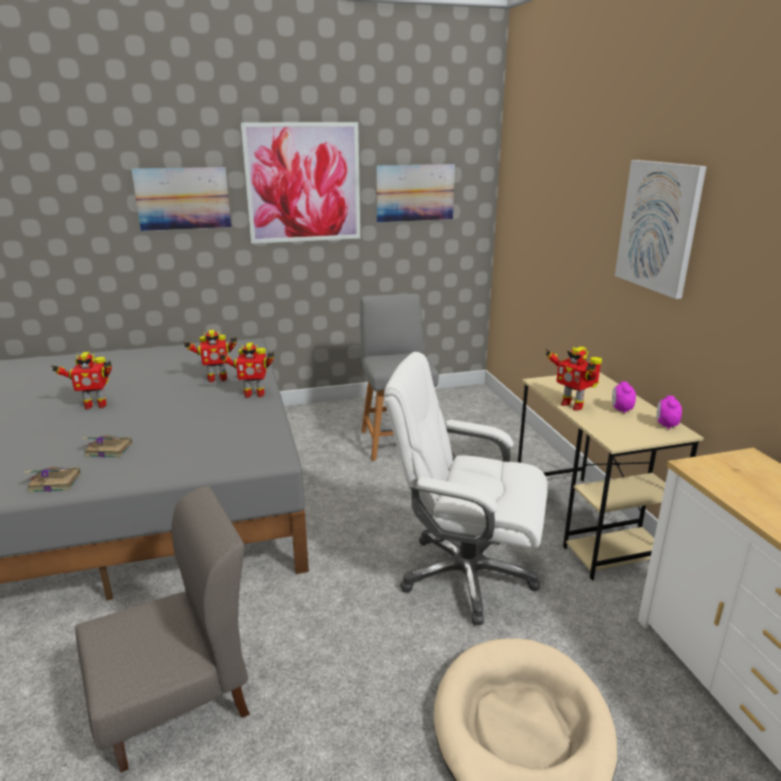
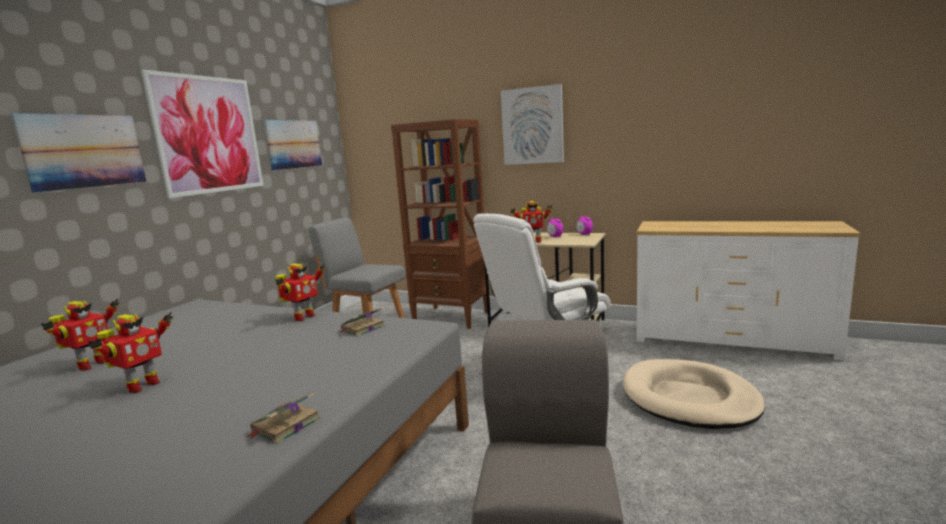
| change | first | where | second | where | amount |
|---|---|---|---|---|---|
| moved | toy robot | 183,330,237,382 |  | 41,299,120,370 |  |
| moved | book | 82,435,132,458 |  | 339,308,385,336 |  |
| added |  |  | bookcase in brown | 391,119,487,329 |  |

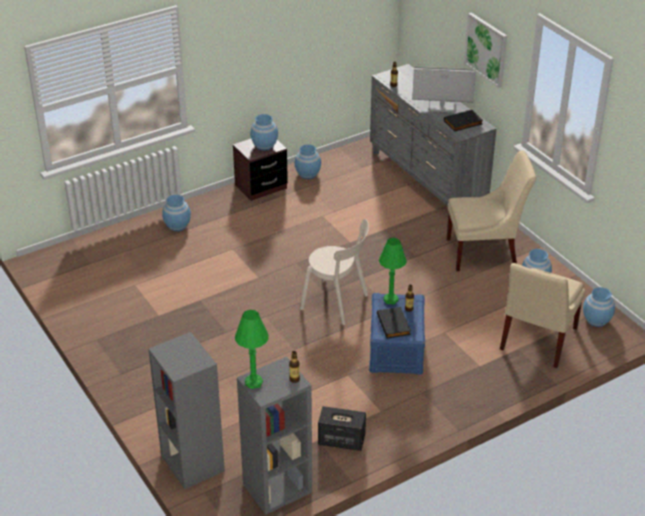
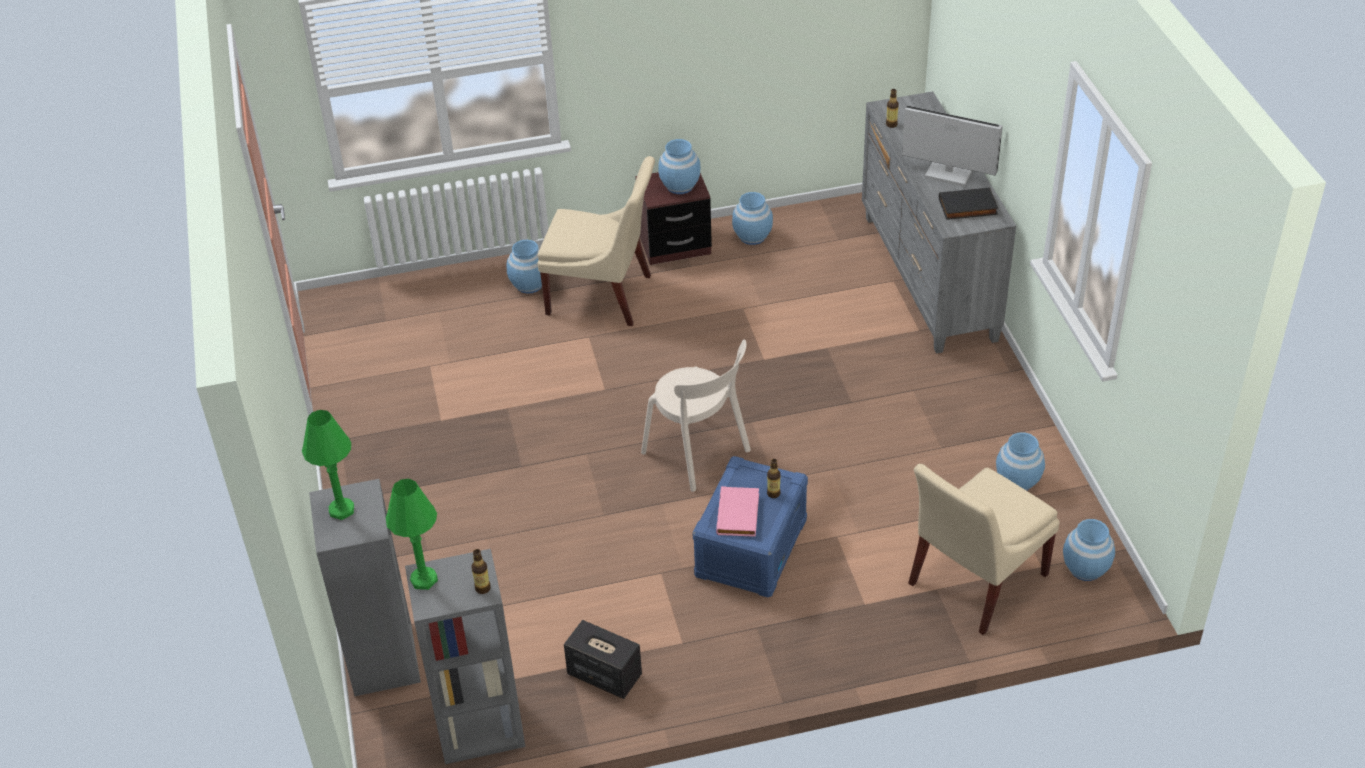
| change | first | where | second | where | amount |
|---|---|---|---|---|---|
| moved | table lamp in green | 379,238,407,304 |  | 302,410,354,520 |  |
| moved | chair in beige | 447,150,536,271 |  | 538,156,655,326 |  |
| recoloured | book in black | 377,307,411,339 | book in pink | 716,486,759,537 |  |
| removed | picture | 464,12,507,88 |  |  |  |

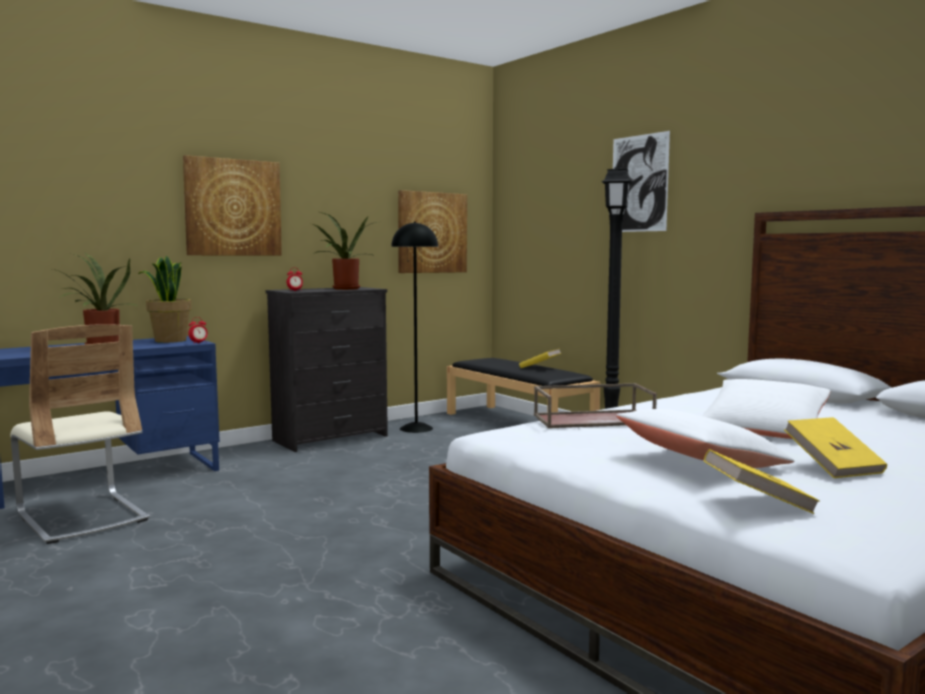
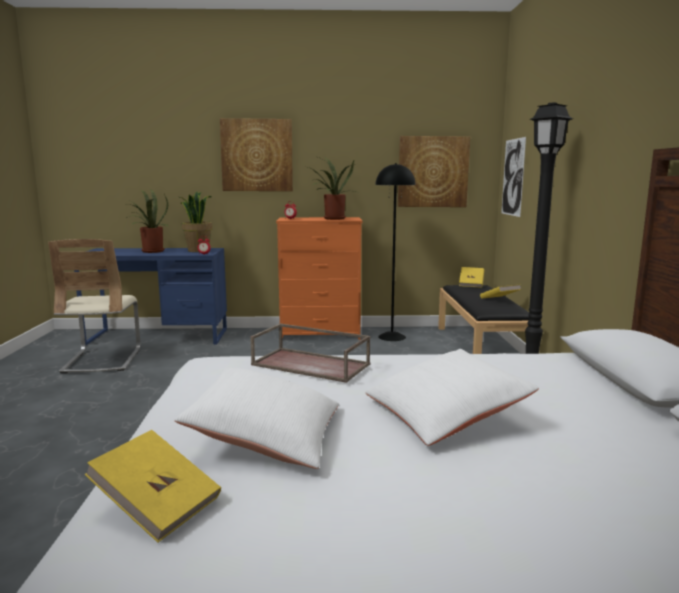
| change | first | where | second | where | amount |
|---|---|---|---|---|---|
| recoloured | dresser in black | 266,287,388,452 | dresser in orange | 276,217,362,340 |  |
| moved | book in yellow | 784,417,887,478 |  | 459,267,484,288 |  |
| moved | picture | 613,131,670,232 |  | 501,137,526,217 |  |

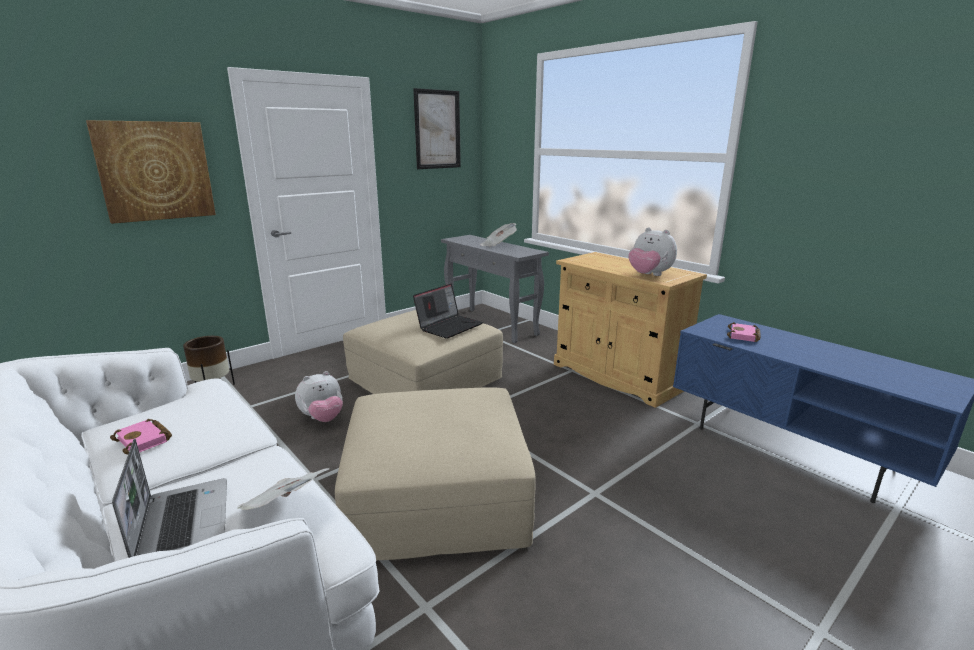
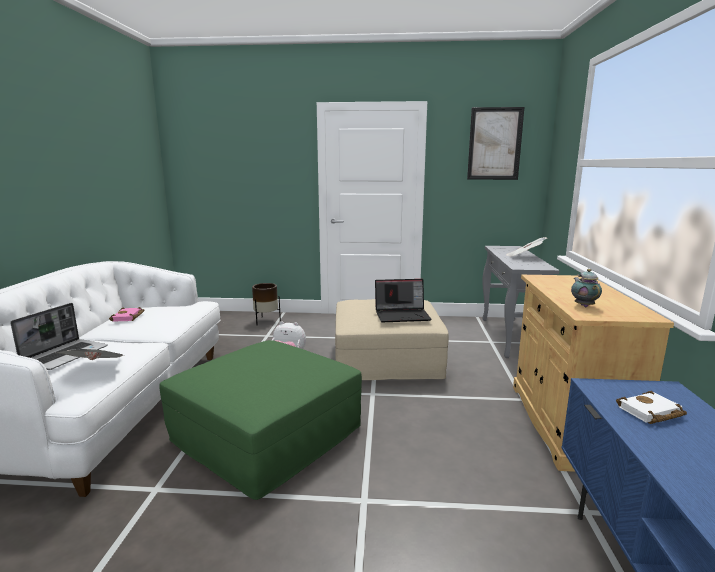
| change | first | where | second | where | amount |
|---|---|---|---|---|---|
| recoloured | ottoman in beige | 335,387,536,560 | ottoman in green | 159,340,362,500 |  |
| replaced | plush toy | 628,228,677,276 | teapot | 571,269,602,307 |  |
| recoloured | book in pink | 727,322,761,342 | book in white | 616,391,687,424 |  |
| removed | picture | 86,120,216,224 |  |  |  |

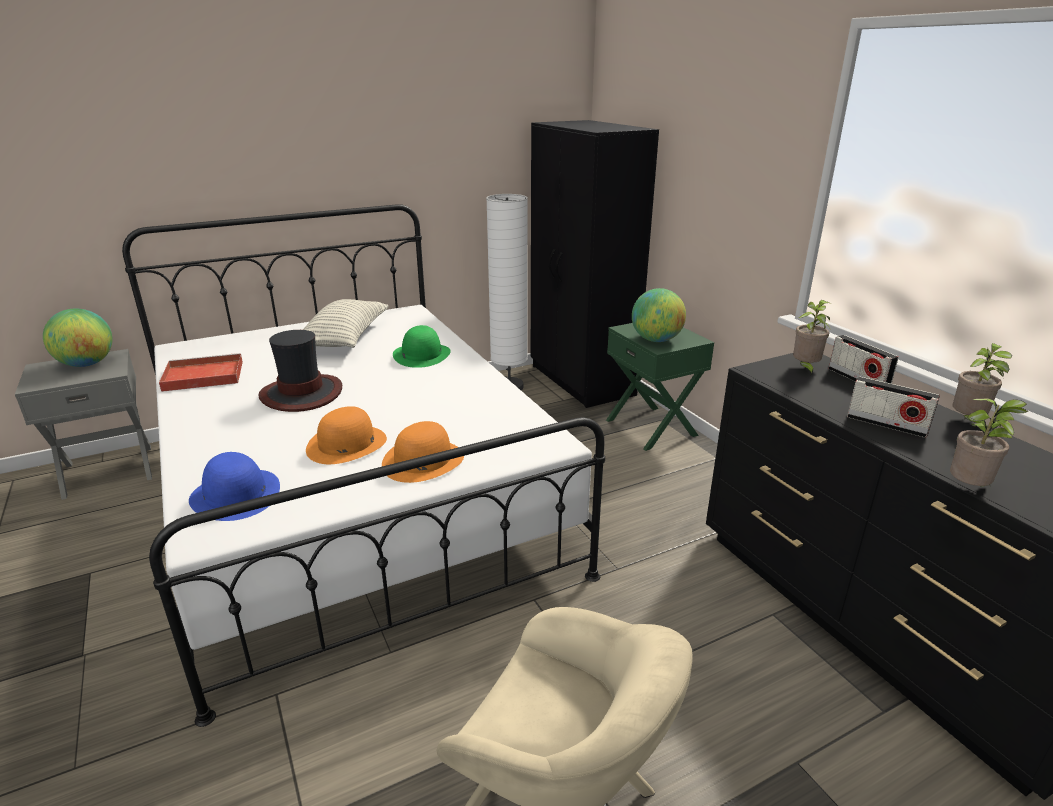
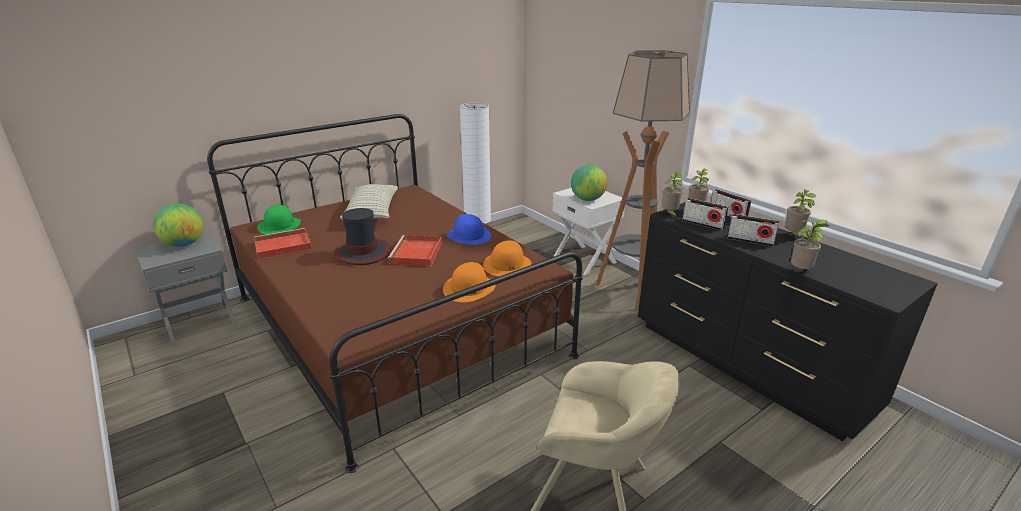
| change | first | where | second | where | amount |
|---|---|---|---|---|---|
| recoloured | bed in white | 122,204,605,727 | bed in brown | 207,114,583,473 |  |
| moved | hat in green | 393,325,451,368 |  | 257,205,301,235 |  |
| added |  |  | tray in red | 388,235,442,266 |  |
| moved | hat in blue | 189,452,280,521 |  | 447,214,491,245 |  |
| moved | hat in orange | 306,406,387,464 |  | 483,240,531,276 |  |
| recoloured | nightstand in green | 606,323,714,451 | nightstand in white | 552,188,625,275 |  |
| added |  |  | floor lamp | 596,50,690,311 |  |
| added |  |  | potted plant | 661,171,683,218 |  |
| added |  |  | radio | 682,198,728,231 |  |
| removed | wardrobe in black | 531,120,659,408 |  |  |  |

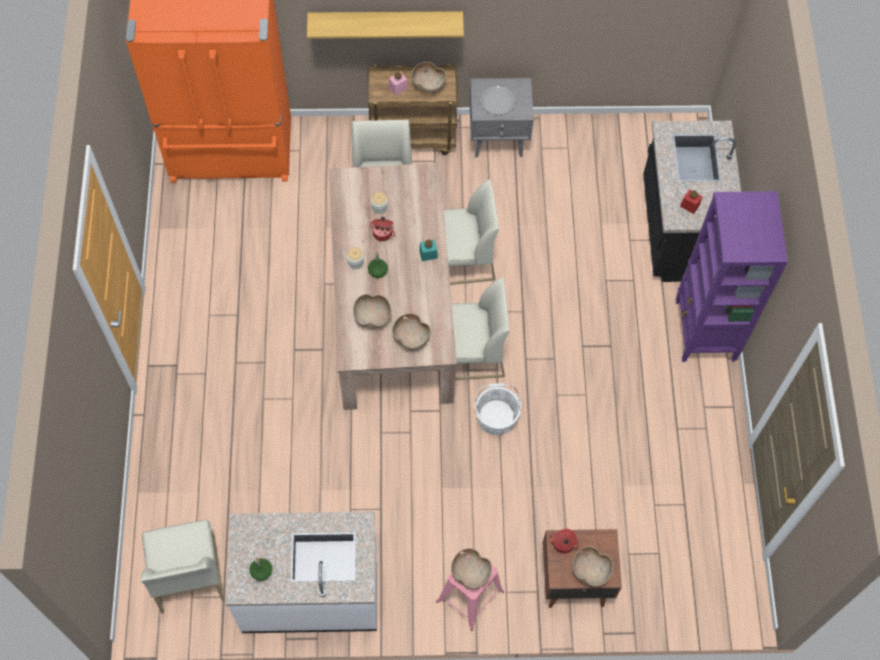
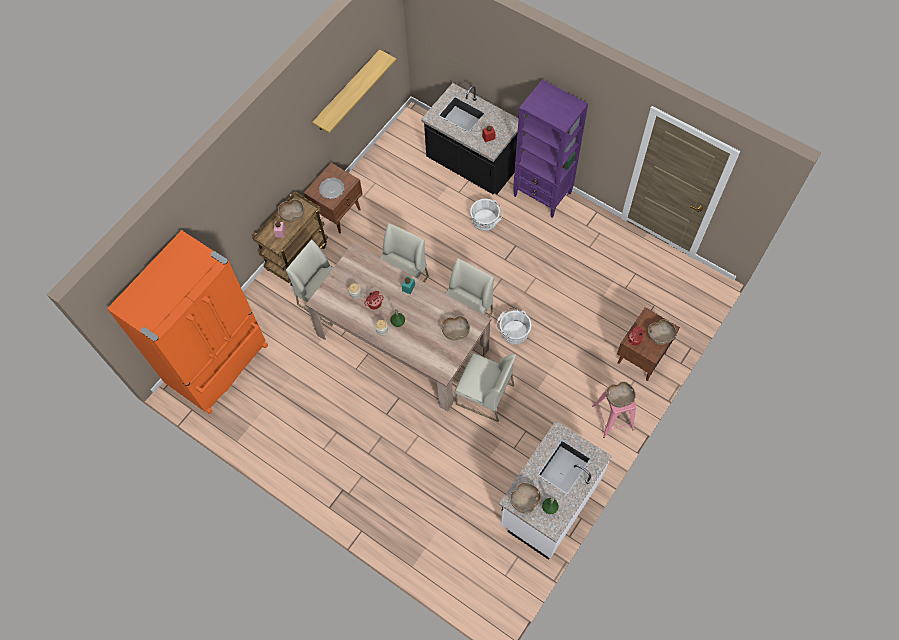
| change | first | where | second | where | amount |
|---|---|---|---|---|---|
| recoloured | nightstand in grey | 469,78,534,158 | nightstand in brown | 304,163,363,233 |  |
| moved | shelf | 307,11,464,39 |  | 312,50,396,133 |  |
| moved | chair in white | 141,520,224,614 |  | 455,353,516,422 |  |
| added |  |  | bucket in white | 470,199,504,231 |  |
| moved | bowl in brown | 353,294,392,328 |  | 510,482,541,513 |  |

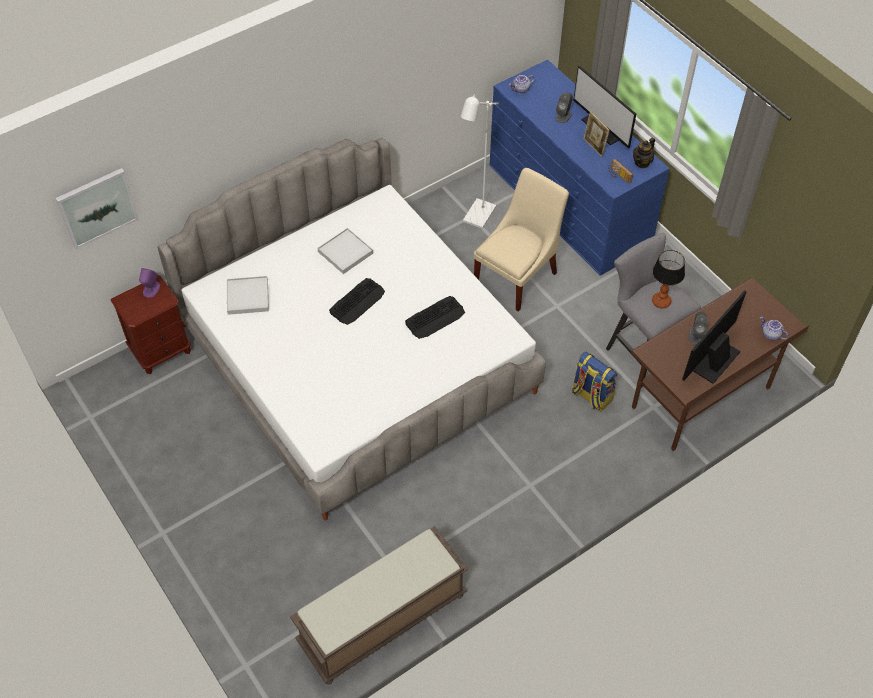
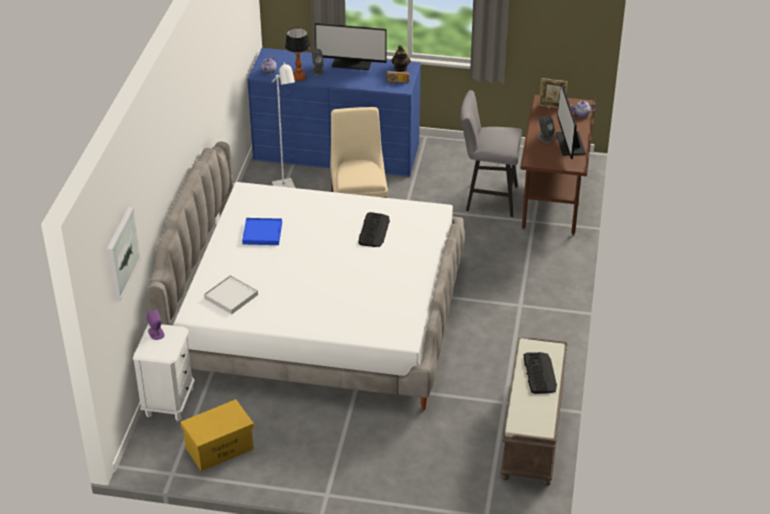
| change | first | where | second | where | amount |
|---|---|---|---|---|---|
| recoloured | nightstand in brown | 110,275,191,374 | nightstand in white | 133,323,195,421 |  |
| added |  |  | storage box in yellow | 180,399,254,471 |  |
| recoloured | tray in white | 317,228,373,274 | tray in blue | 242,218,282,245 |  |
| moved | table lamp | 652,250,685,309 |  | 285,28,310,81 |  |
| moved | keyboard | 329,278,385,325 |  | 523,352,557,394 |  |
| moved | picture frame | 583,111,610,157 |  | 539,78,568,108 |  |
| removed | backpack | 572,352,617,411 |  |  |  |

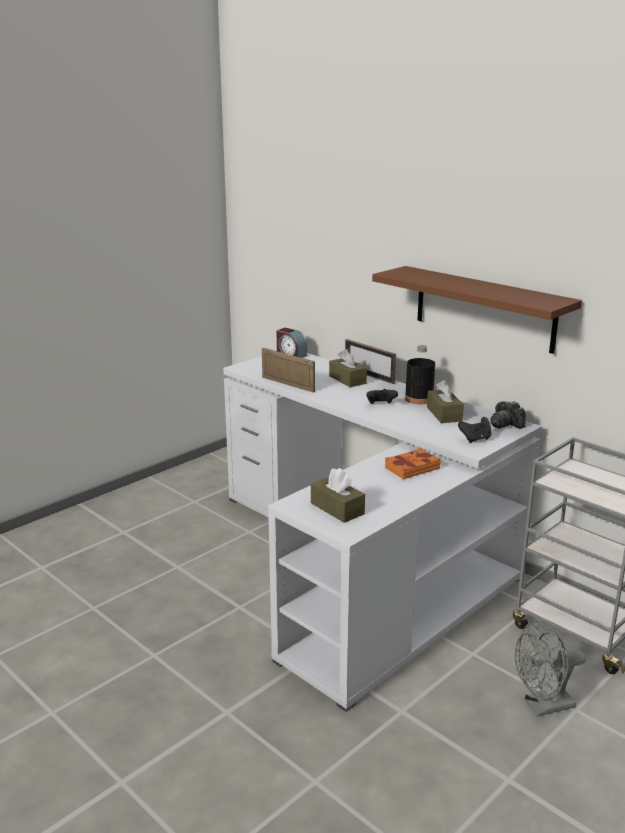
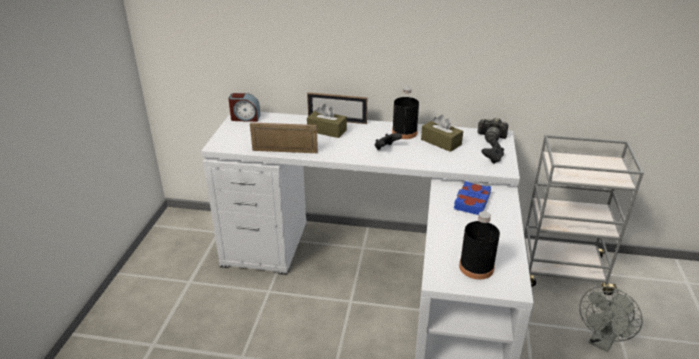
| change | first | where | second | where | amount |
|---|---|---|---|---|---|
| recoloured | book in orange | 385,448,440,479 | book in blue | 454,181,491,215 |  |
| replaced | tissue box in brown | 311,468,365,523 | bottle in black | 459,211,500,280 |  |
| removed | shelf in brown | 372,266,582,354 |  |  |  |

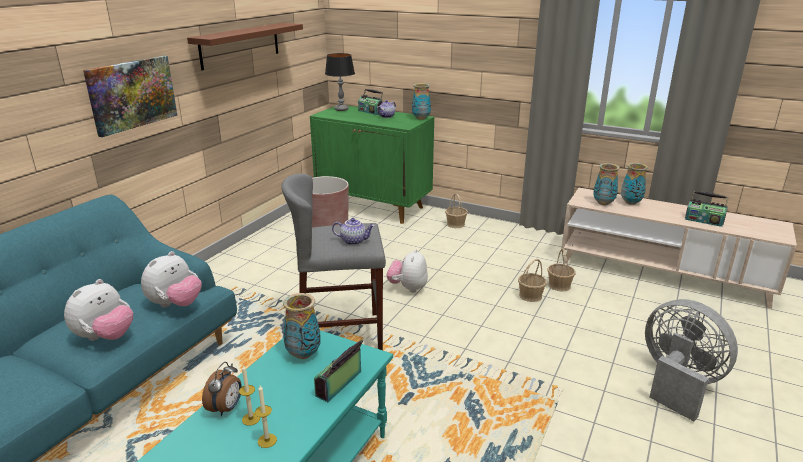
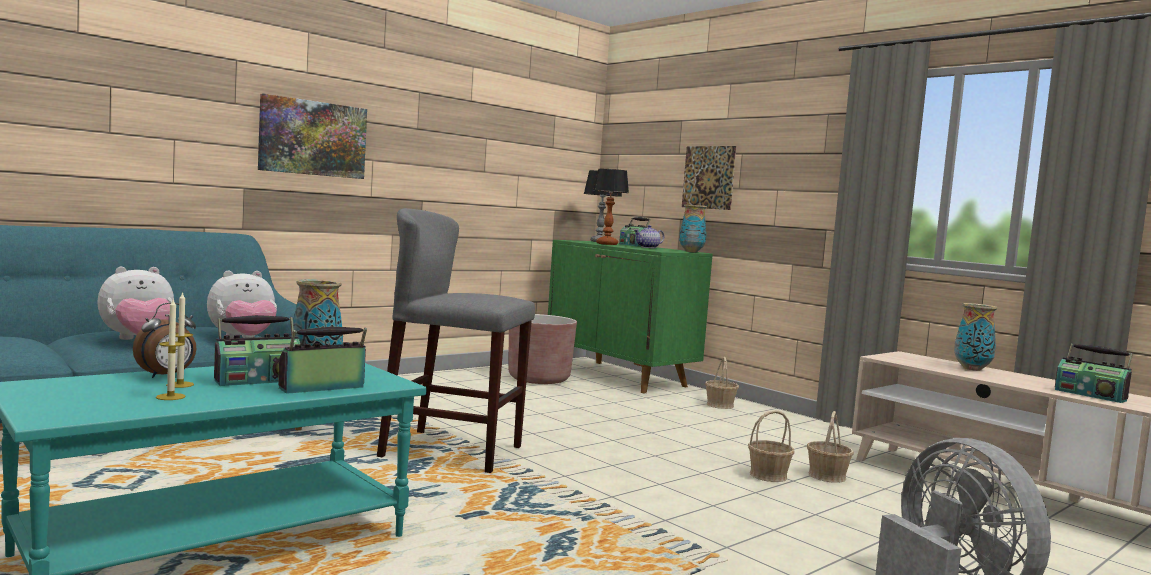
| change | first | where | second | where | amount |
|---|---|---|---|---|---|
| added |  |  | radio | 214,315,301,386 |  |
| added |  |  | table lamp | 593,169,629,245 |  |
| added |  |  | picture | 682,146,736,210 |  |
| removed | shelf in brown | 187,23,303,70 |  |  |  |
| removed | teapot | 332,218,375,245 |  |  |  |
| removed | plush toy | 387,249,428,293 |  |  |  |
| removed | vase | 593,163,620,205 |  |  |  |

